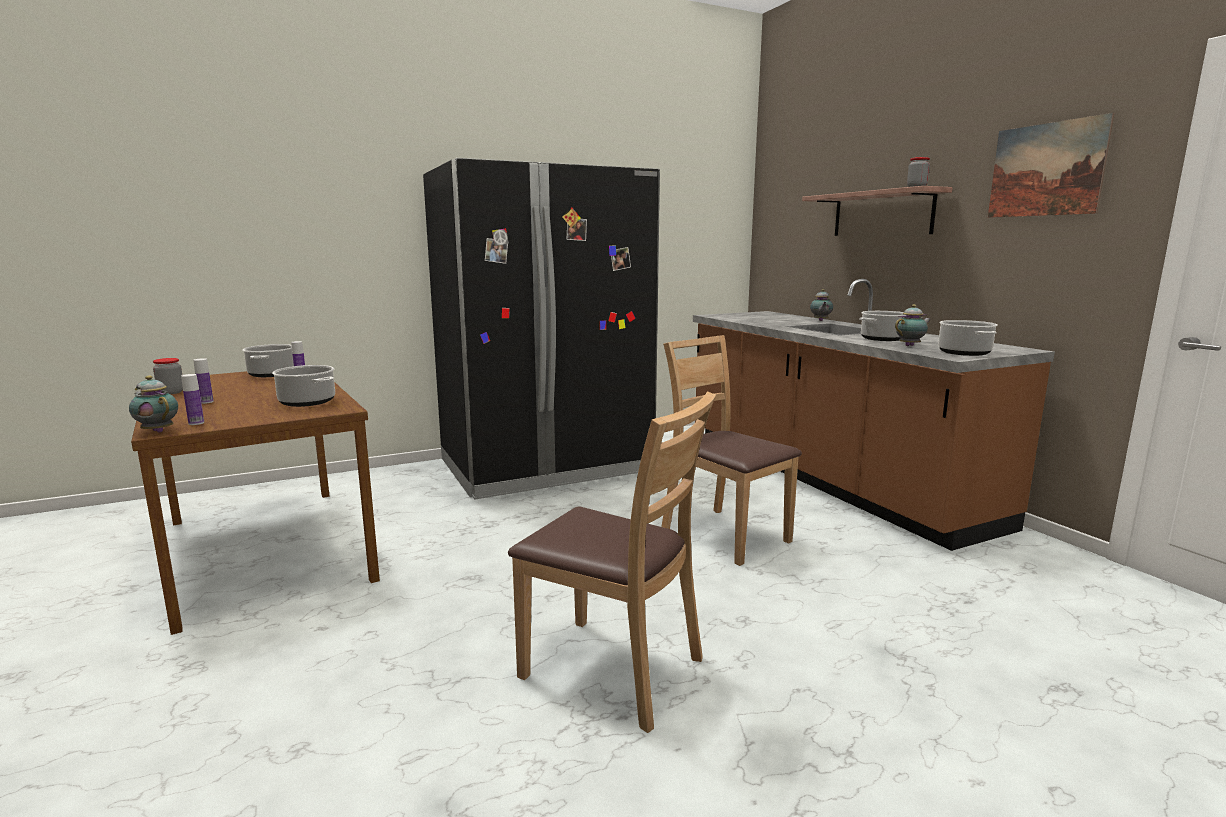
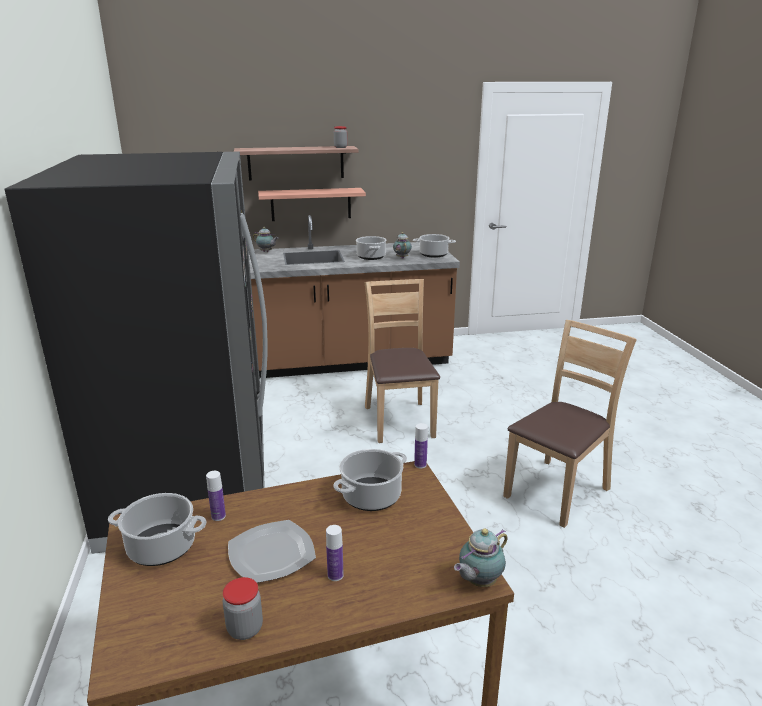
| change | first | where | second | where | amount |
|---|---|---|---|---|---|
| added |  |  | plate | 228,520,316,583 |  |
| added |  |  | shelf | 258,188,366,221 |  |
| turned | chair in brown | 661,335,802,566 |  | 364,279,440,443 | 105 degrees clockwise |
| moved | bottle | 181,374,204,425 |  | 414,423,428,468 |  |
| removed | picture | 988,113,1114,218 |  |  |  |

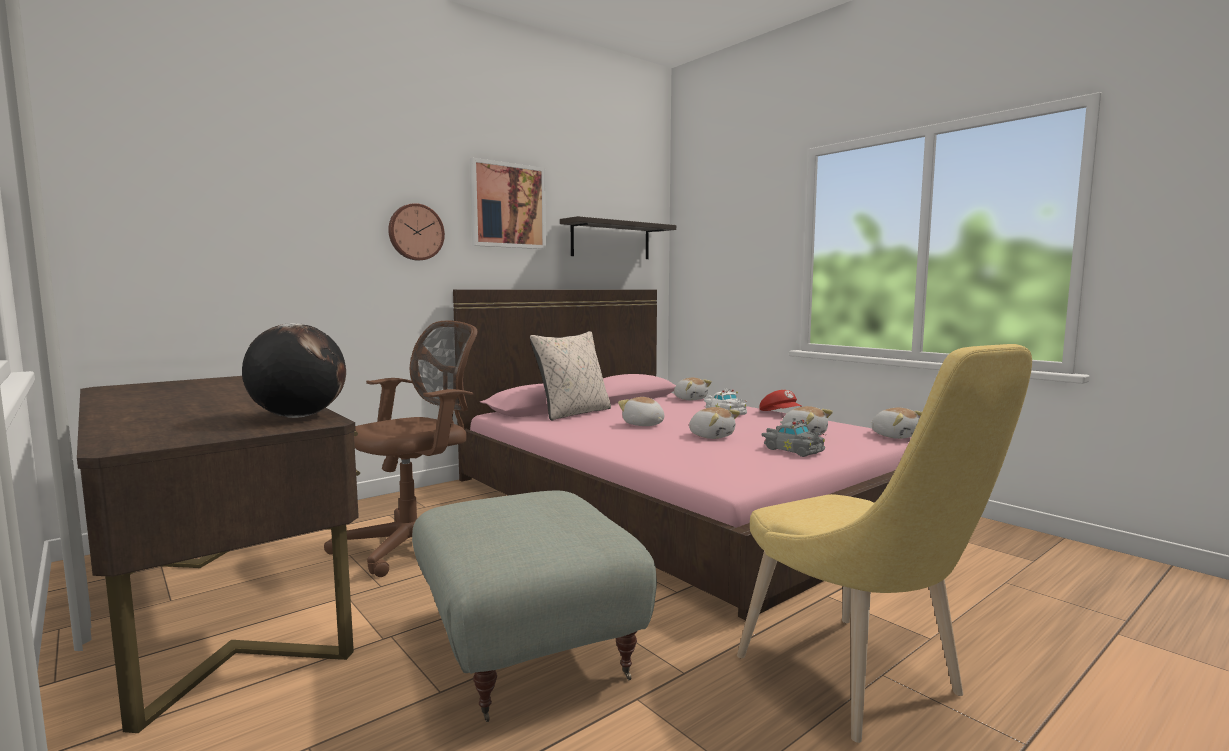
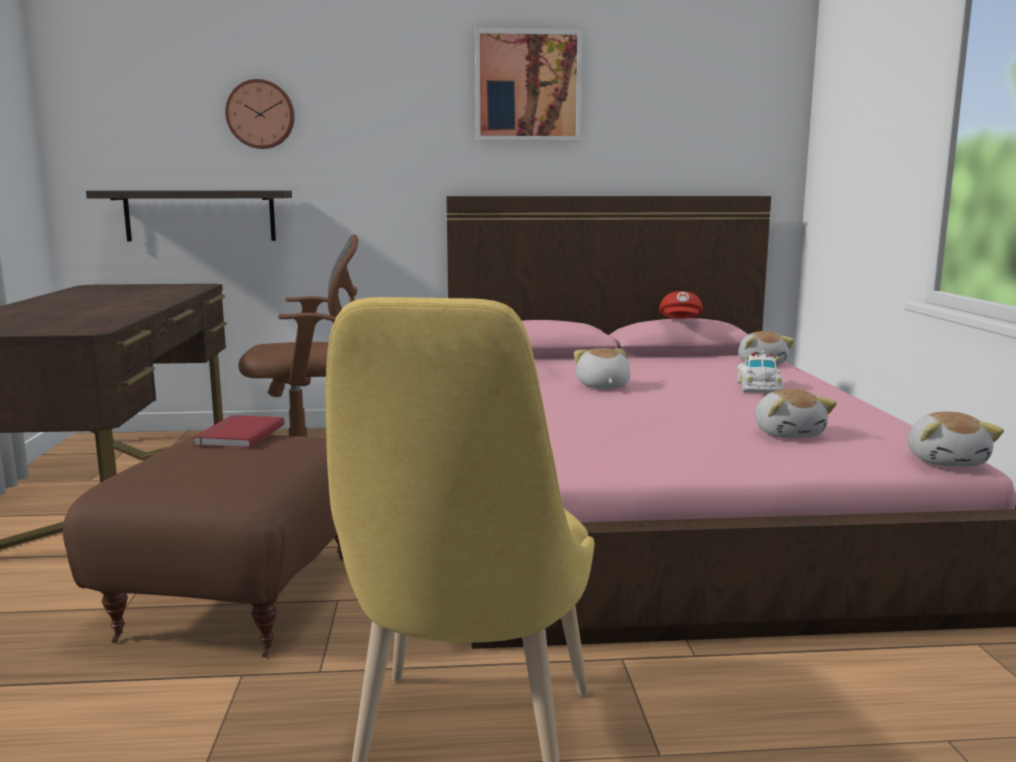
| change | first | where | second | where | amount |
|---|---|---|---|---|---|
| recoloured | ottoman in grey | 412,490,657,722 | ottoman in brown | 63,435,344,657 |  |
| moved | shelf | 560,216,676,259 |  | 86,190,292,242 |  |
| added |  |  | book in red | 193,415,284,448 |  |
| moved | wall clock | 388,203,445,261 |  | 225,79,295,149 |  |
| moved | cap in red | 759,390,802,411 |  | 659,291,703,319 |  |
| removed | globe | 242,323,346,418 |  |  |  |
| removed | pillow in beige | 530,331,611,421 |  |  |  |
| removed | plush toy | 689,407,740,439 |  |  |  |
| removed | toy car in grey | 761,418,826,457 |  |  |  |

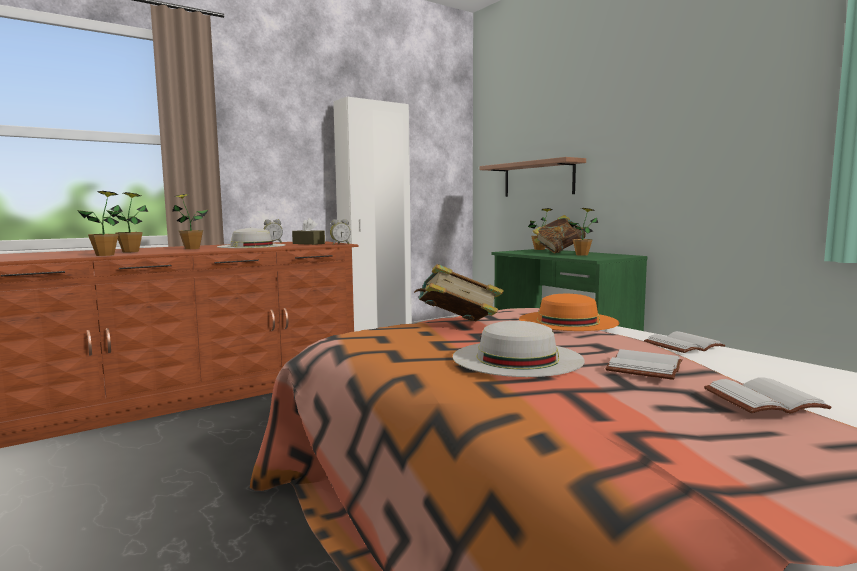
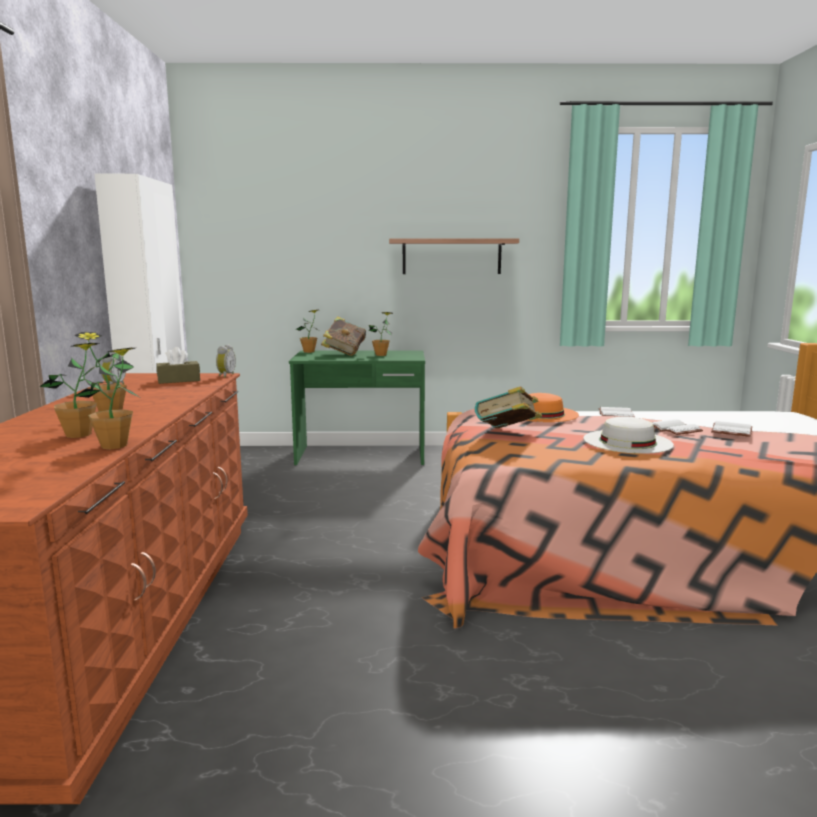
| change | first | where | second | where | amount |
|---|---|---|---|---|---|
| moved | shelf | 480,157,586,197 |  | 389,238,519,274 |  |
| removed | hat in white | 217,228,286,248 |  |  |  |

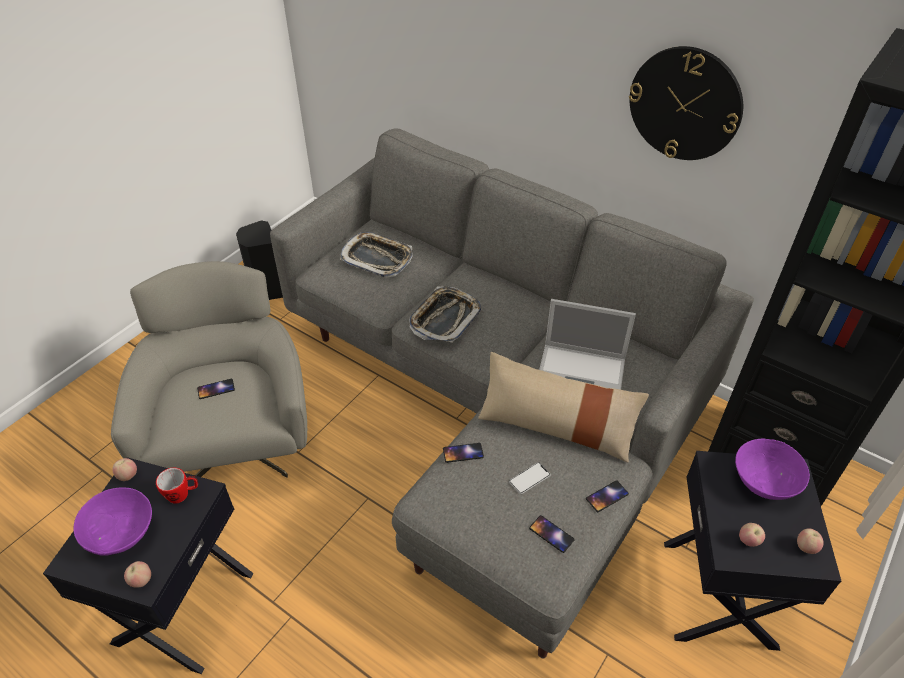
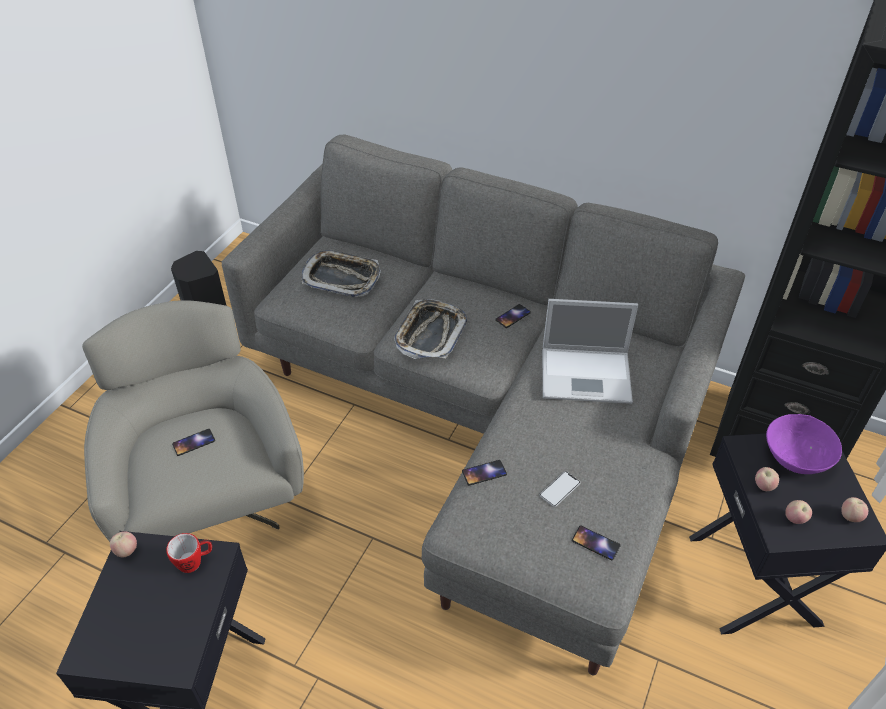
| change | first | where | second | where | amount |
|---|---|---|---|---|---|
| moved | phone | 586,480,629,512 |  | 495,304,531,328 |  |
| moved | apple | 124,561,151,588 |  | 755,467,779,491 |  |
| removed | bowl in purple | 73,488,152,556 |  |  |  |
| removed | pillow in beige | 478,352,649,462 |  |  |  |
| removed | wall clock | 629,46,743,160 |  |  |  |

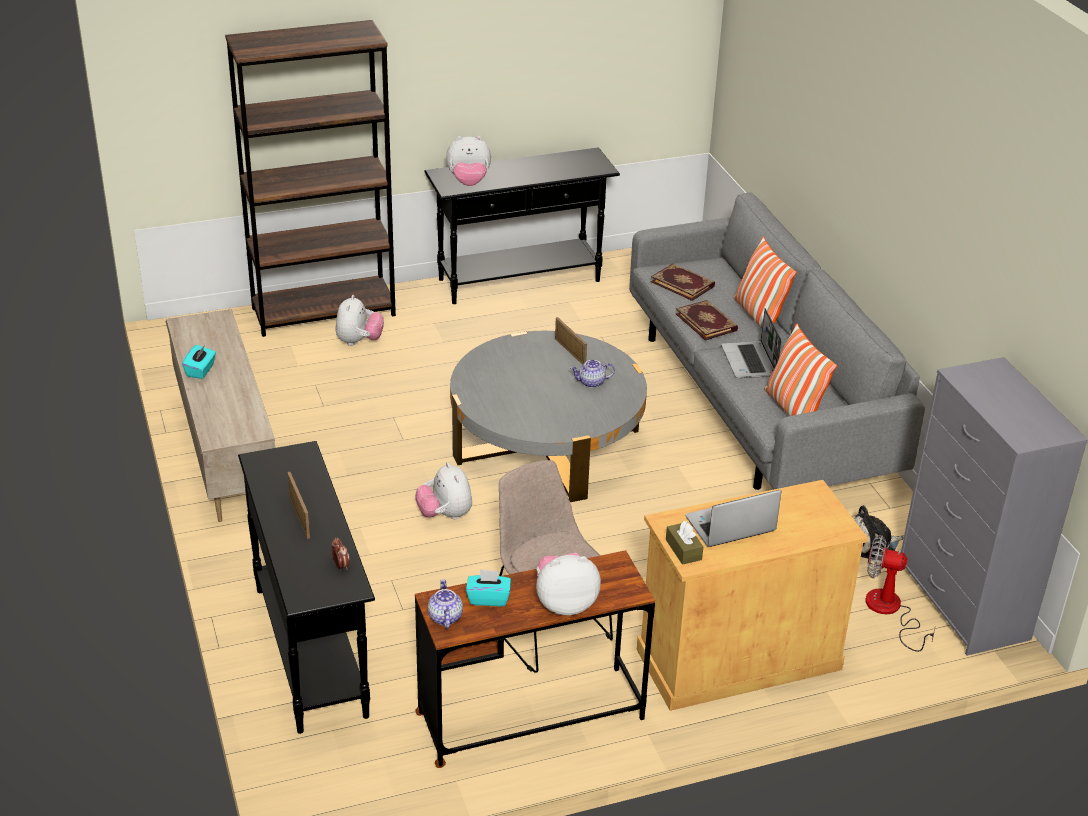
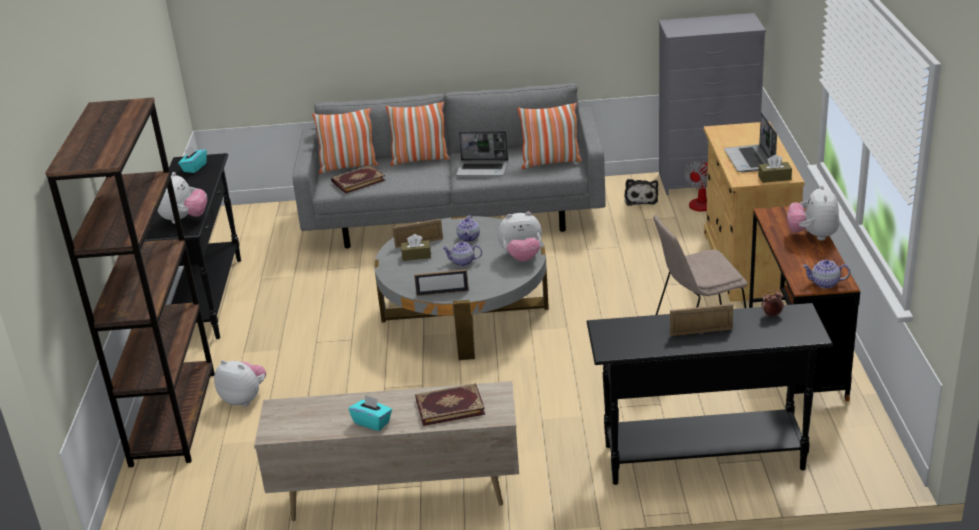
| change | first | where | second | where | amount |
|---|---|---|---|---|---|
| moved | tissue box in turquoise | 466,569,511,606 |  | 178,145,207,173 |  |
| added |  |  | pillow | 312,108,379,174 |  |
| added |  |  | tissue box in brown | 401,234,431,261 |  |
| added |  |  | picture frame | 414,269,469,296 |  |
| moved | book | 676,300,738,340 |  | 415,383,485,426 |  |
| added |  |  | teapot | 442,241,482,266 |  |
| moved | plush toy | 416,463,472,519 |  | 498,212,542,262 |  |

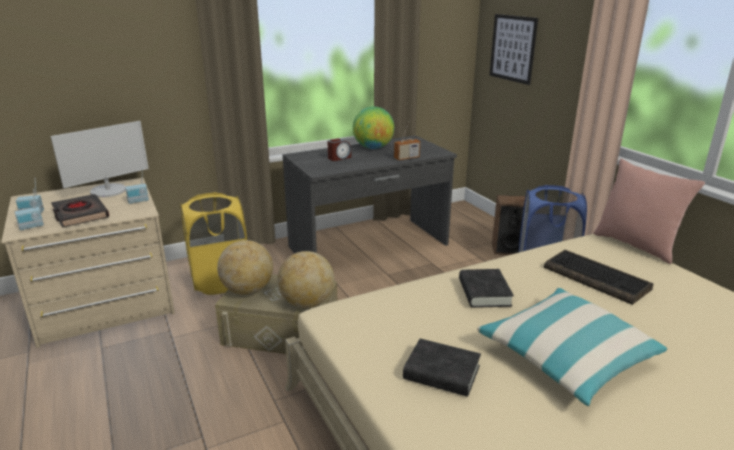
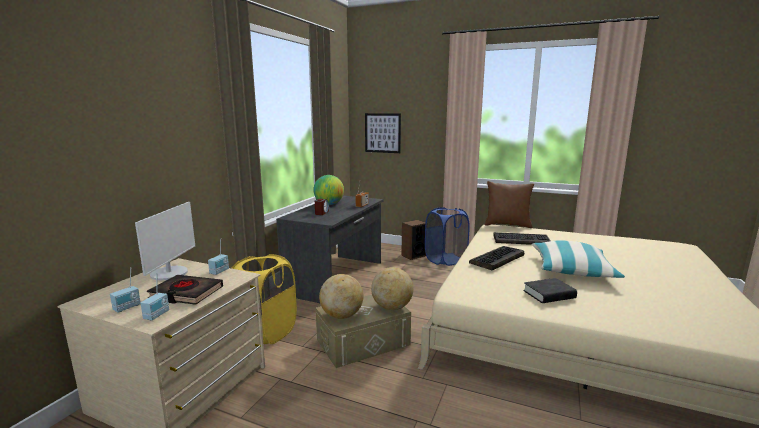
| change | first | where | second | where | amount |
|---|---|---|---|---|---|
| replaced | book in black | 459,269,514,308 | keyboard | 469,246,524,270 |  |
| recoloured | pillow in pink | 593,159,705,264 | pillow in brown | 485,181,534,228 |  |

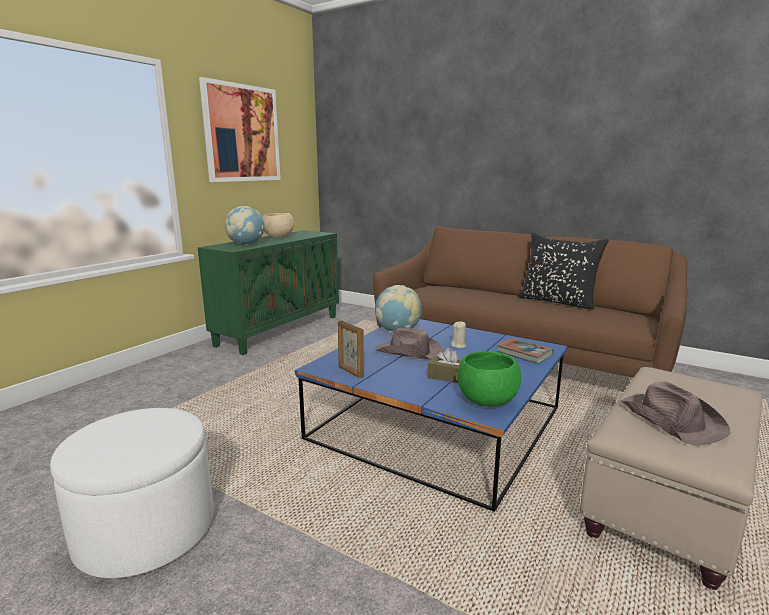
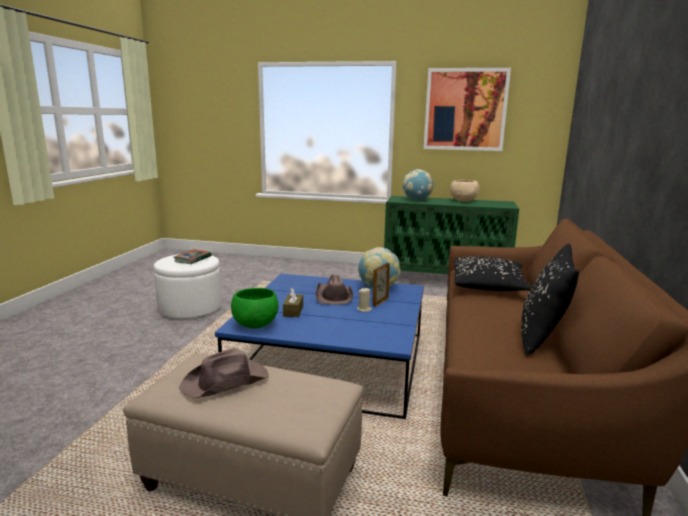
| change | first | where | second | where | amount |
|---|---|---|---|---|---|
| moved | book | 497,338,554,364 |  | 174,249,212,264 |  |
| moved | picture frame | 338,321,364,378 |  | 372,263,390,307 |  |
| added |  |  | pillow in black | 454,257,532,291 |  |

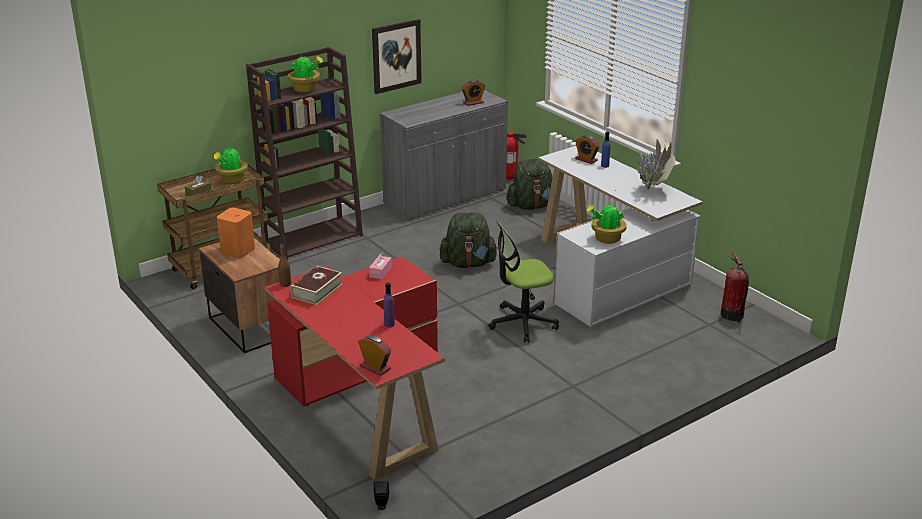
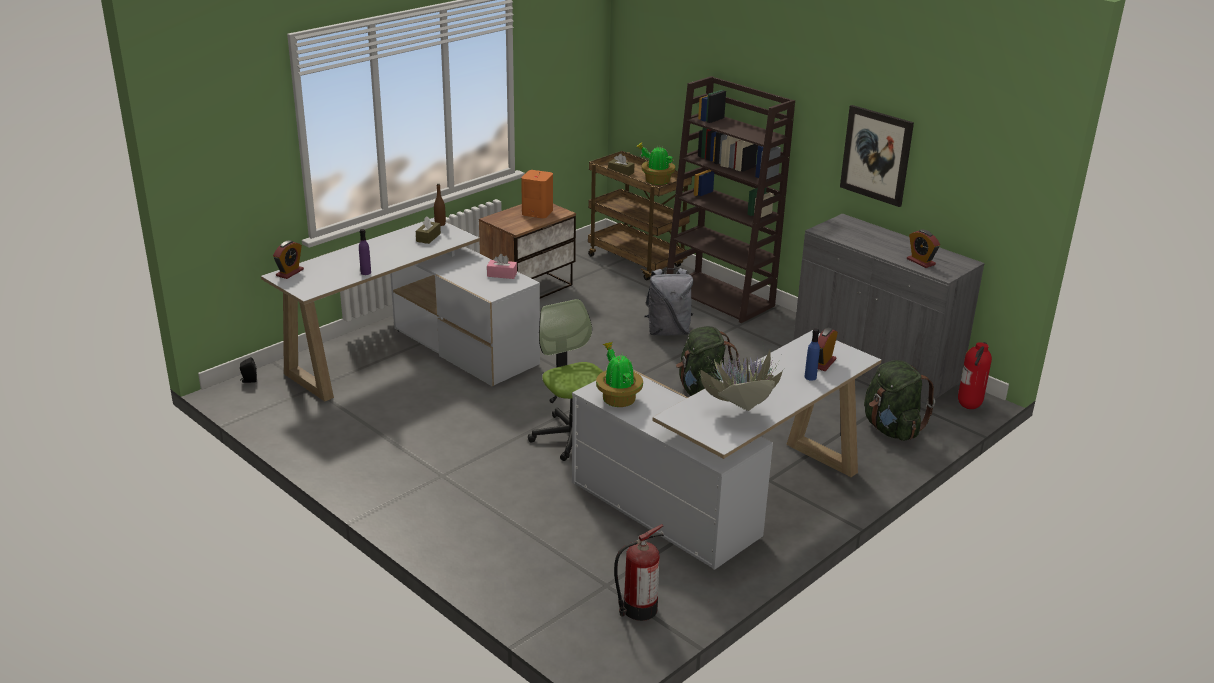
| change | first | where | second | where | amount |
|---|---|---|---|---|---|
| recoloured | desk in red | 265,257,445,480 | desk in white | 261,218,540,402 |  |
| replaced | book | 290,266,343,305 | tissue box in brown | 416,216,441,244 |  |
| added |  |  | backpack in grey | 644,268,693,336 |  |
| removed | potted plant | 288,53,323,93 |  |  |  |

